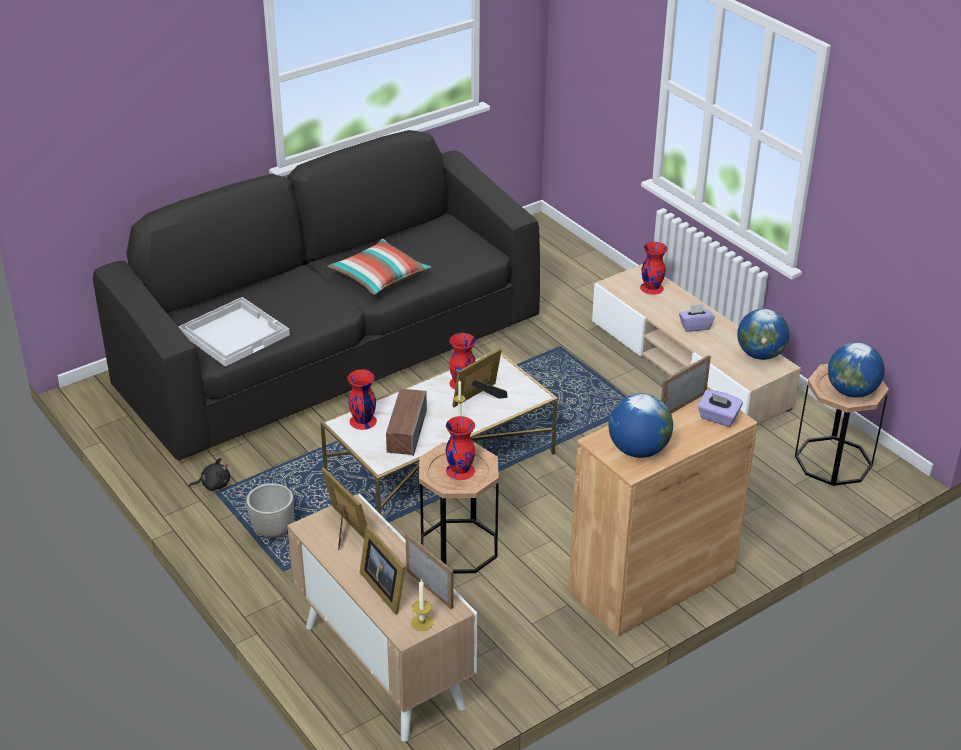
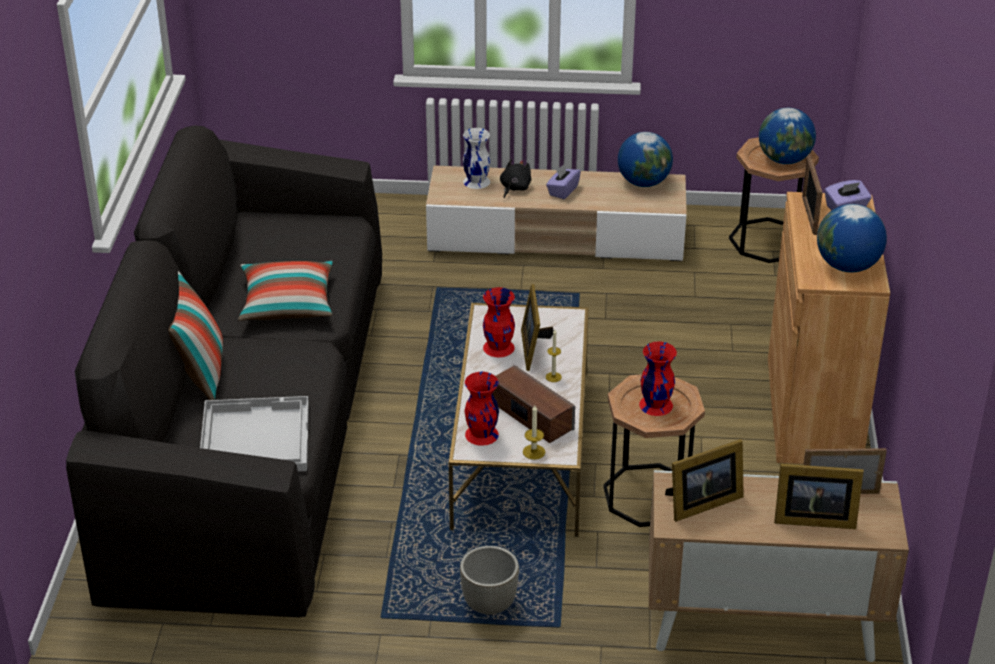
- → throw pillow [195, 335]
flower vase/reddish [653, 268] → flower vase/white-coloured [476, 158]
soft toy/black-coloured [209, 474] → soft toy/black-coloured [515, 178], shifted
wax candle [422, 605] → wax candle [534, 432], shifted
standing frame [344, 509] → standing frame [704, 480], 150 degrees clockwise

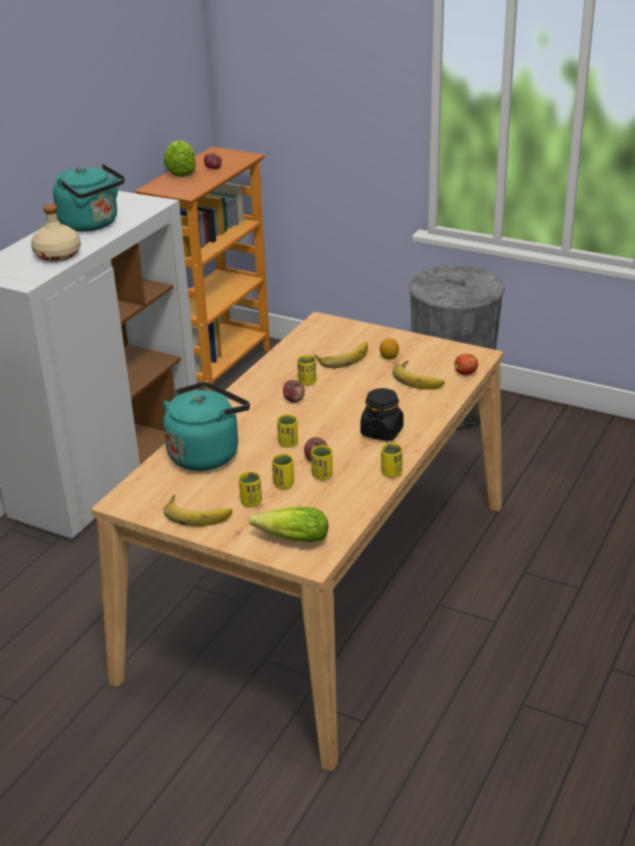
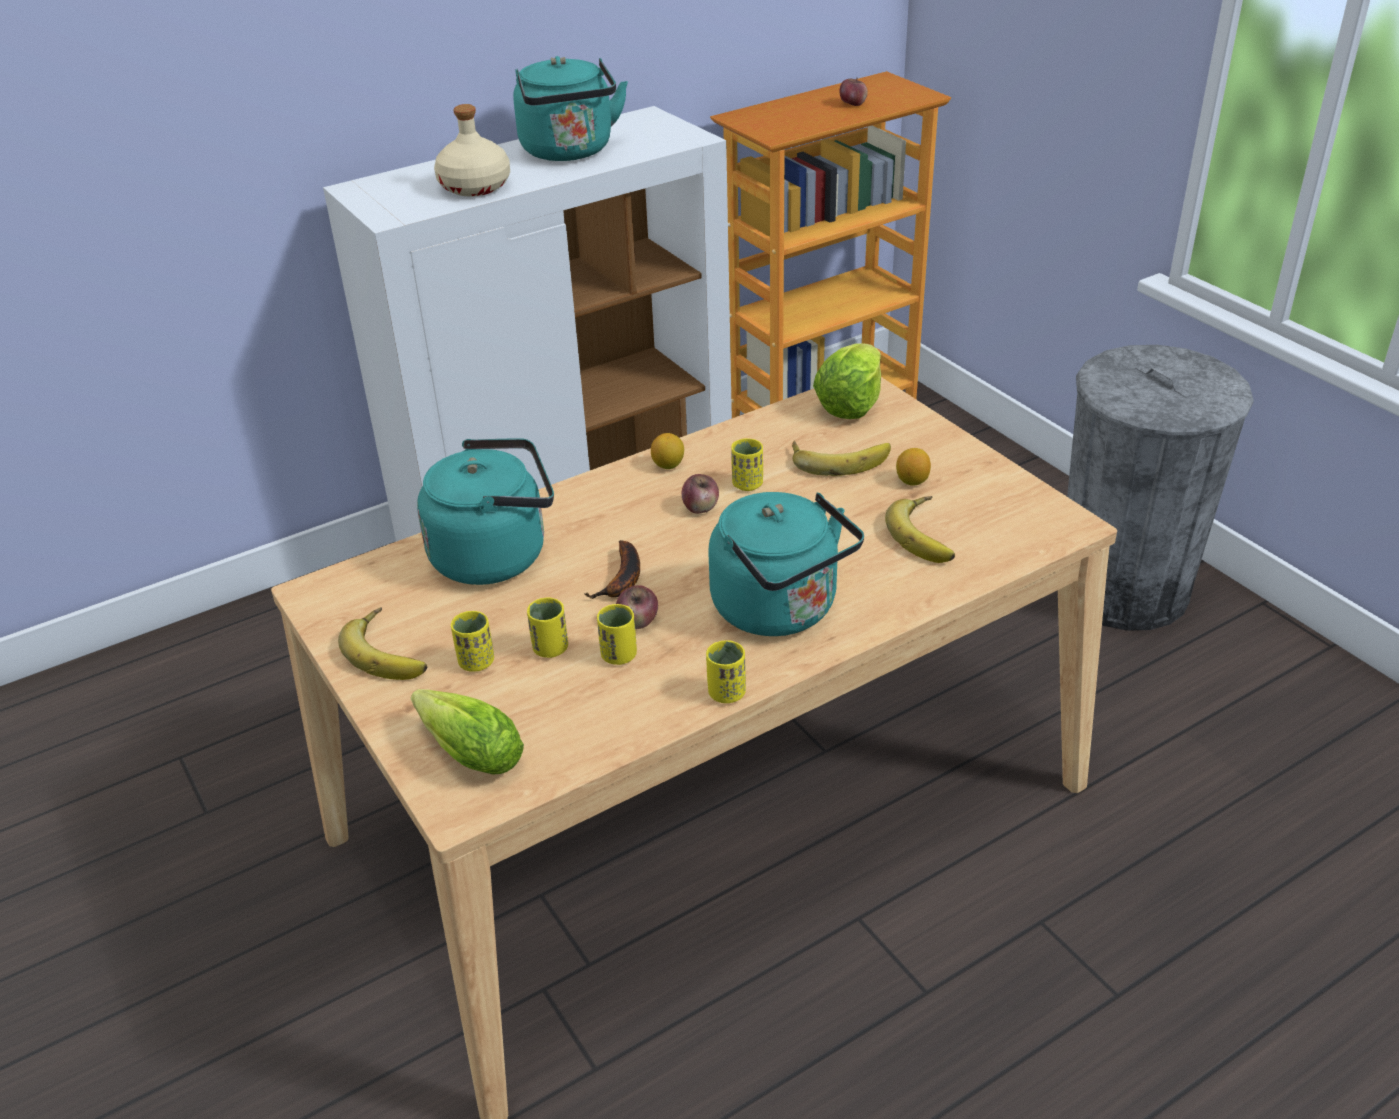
cup/yellow [287, 431] → banana fruit [612, 569]
- → citrus fruit [667, 451]
storage jar/black-coloured [382, 414] → water kettle/blue-green [786, 564]
head of lettuce [180, 158] → head of lettuce [847, 381], shifted
apple fruit [466, 364] → -

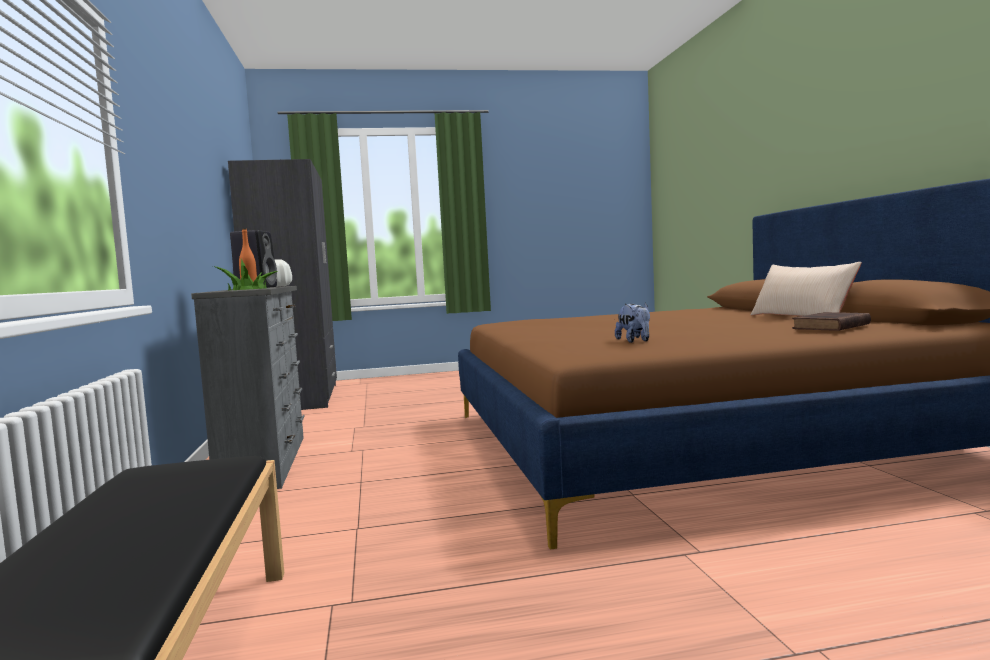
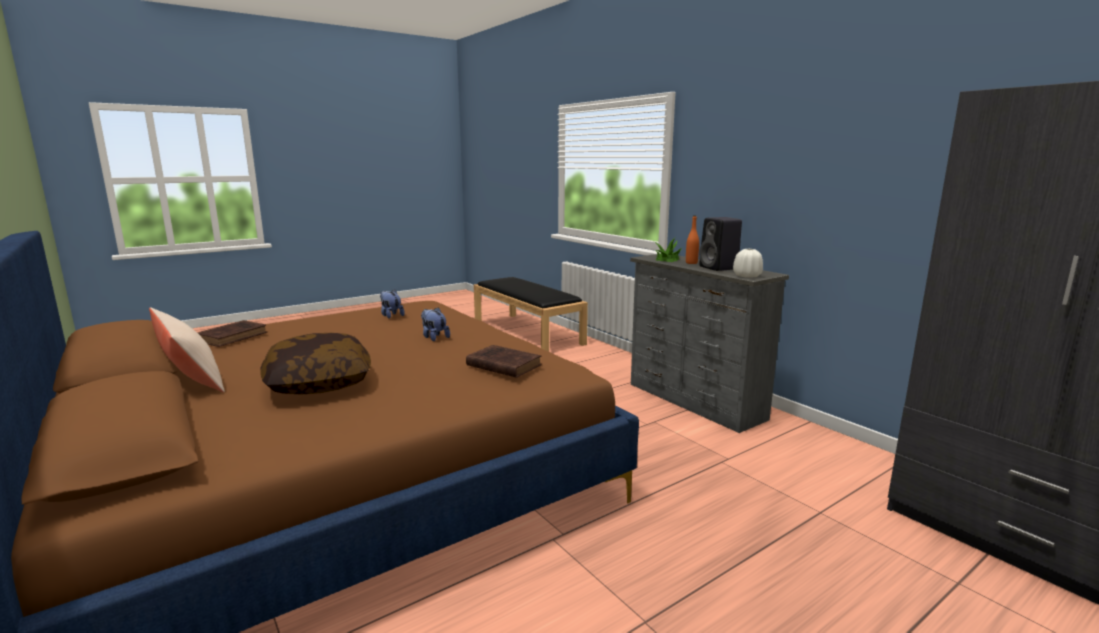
- → throw pillow [315, 364]
- → soft toy [435, 324]
- → bound book/brown-coloured [504, 361]

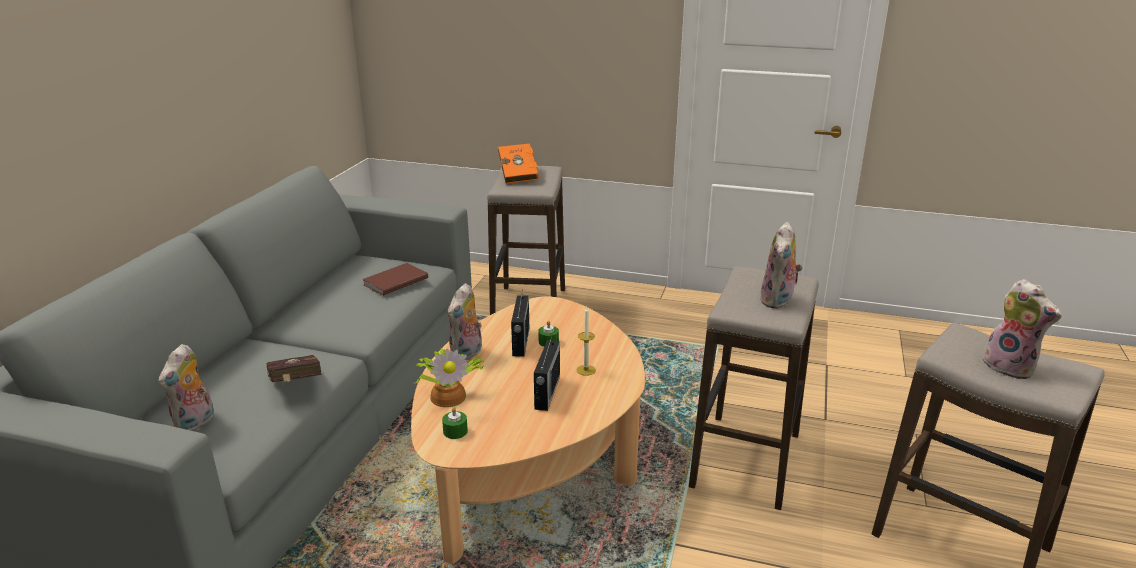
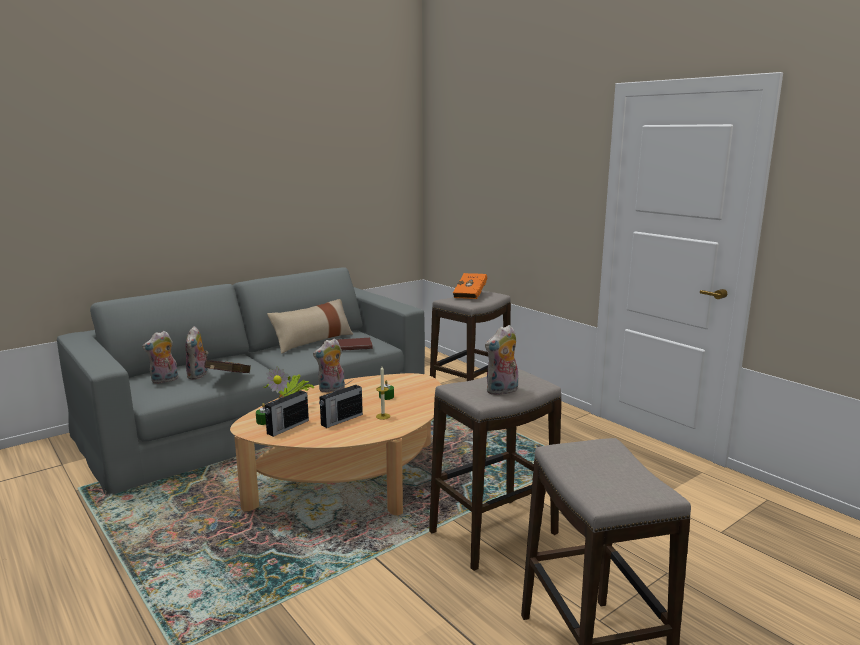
soft toy [1022, 329] → soft toy [196, 352], shifted
radio [520, 323] → radio [287, 411], shifted
- → throw pillow/beige-coloured [310, 326]

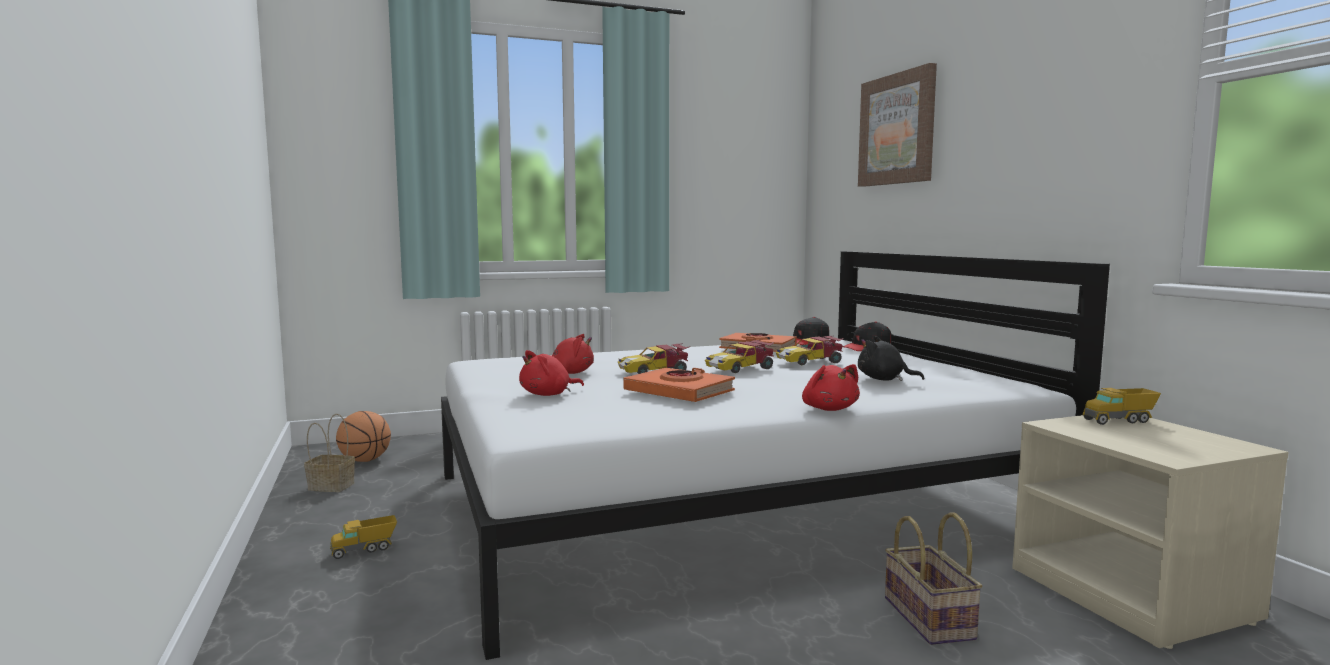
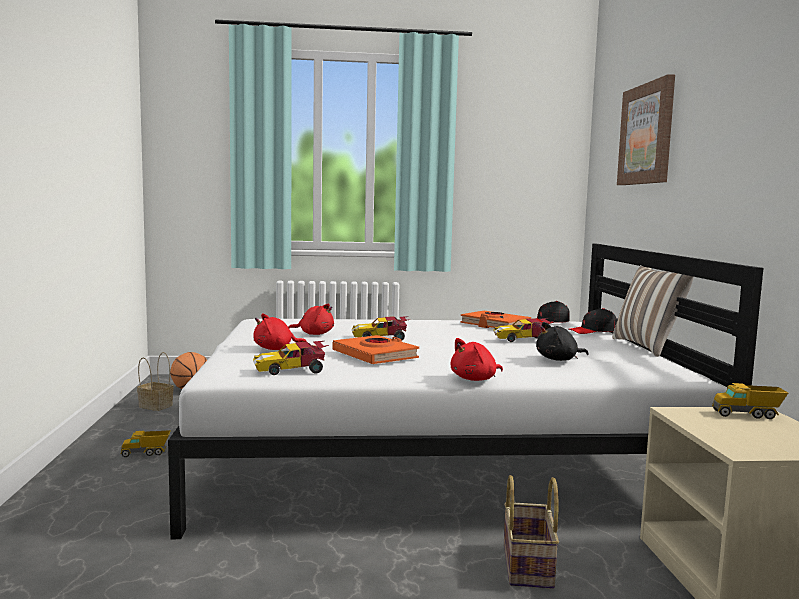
toy car [739, 356] → toy car [291, 358], shifted
soft toy/reddish [831, 387] → soft toy/reddish [476, 359], 60 degrees clockwise
soft toy/black-coloured [891, 358] → soft toy/black-coloured [562, 341], 60 degrees counterclockwise
- → throw pillow [652, 311]

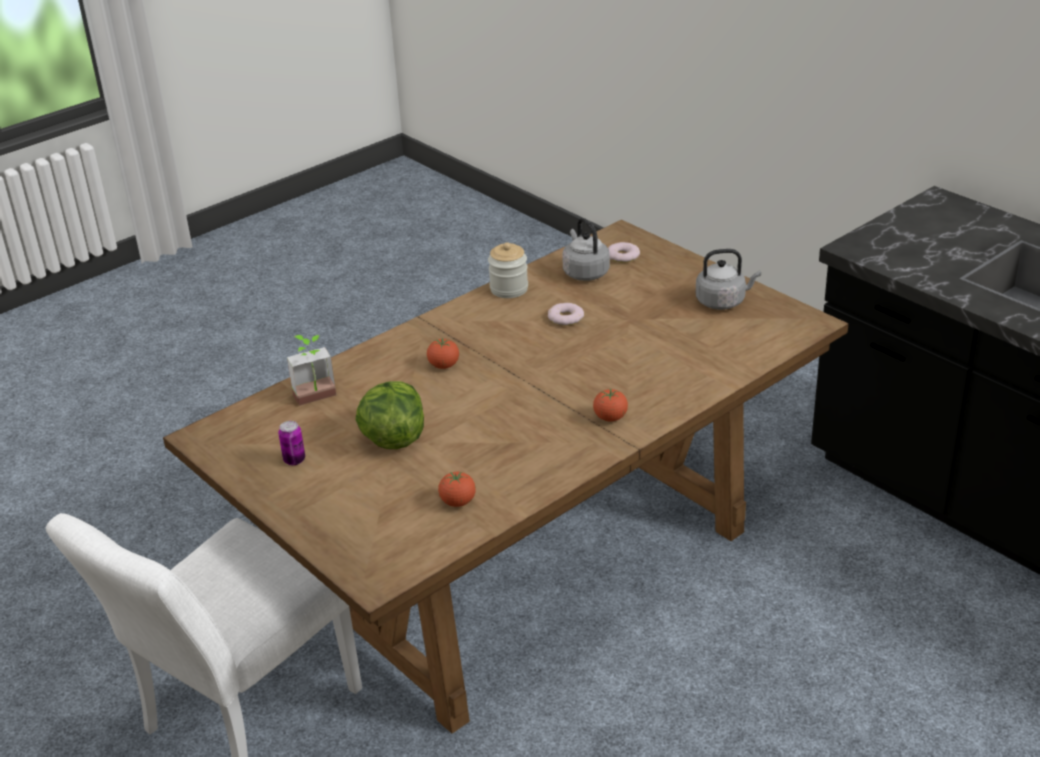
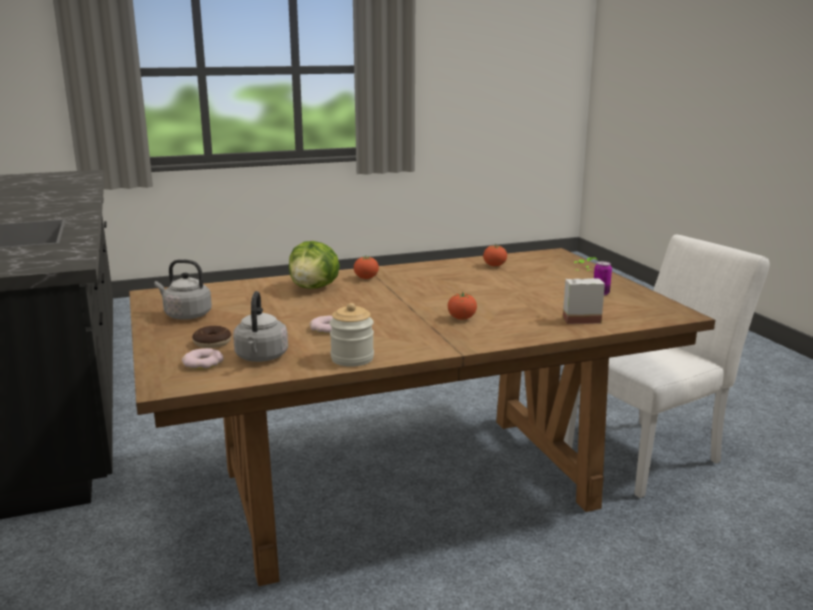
- → ring doughnut [211, 337]
head of lettuce [389, 415] → head of lettuce [314, 265], shifted

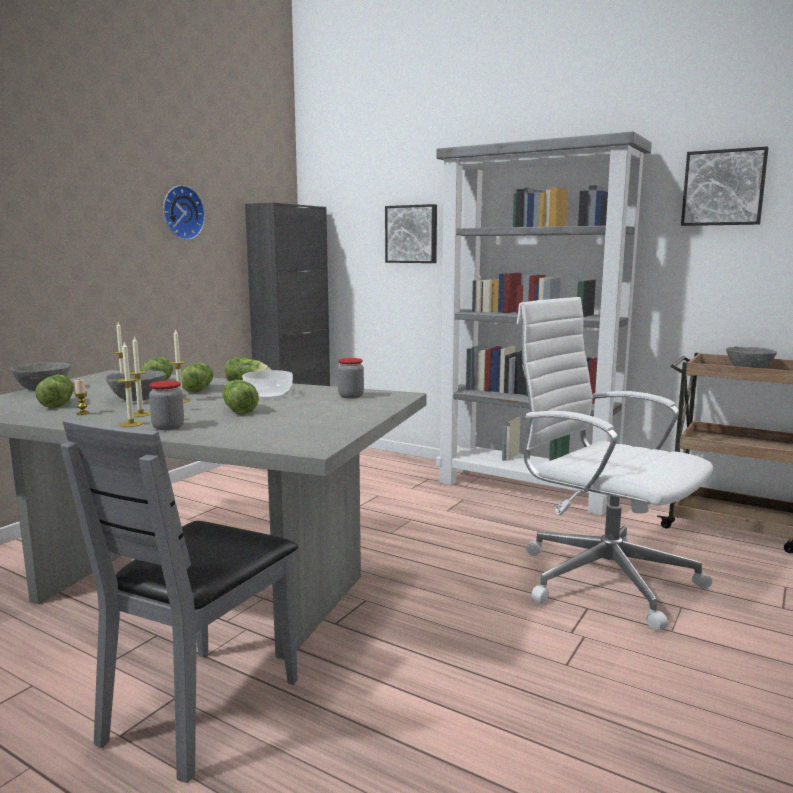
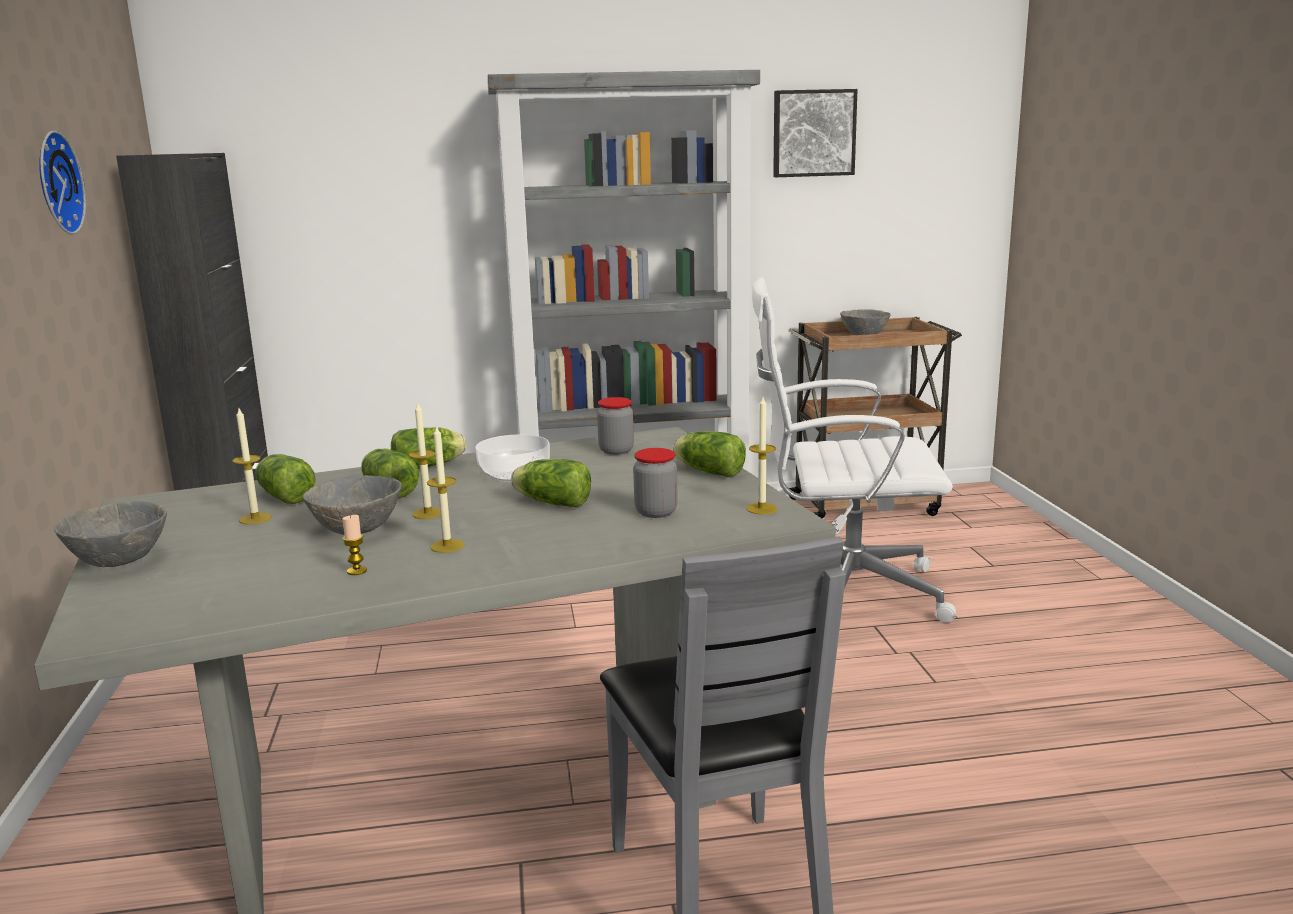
storage jar [166, 405] → storage jar [655, 483], shifted
head of lettuce [54, 391] → head of lettuce [709, 454], shifted
wax candle [130, 384] → wax candle [762, 455], shifted
wall picture [411, 233] → -

